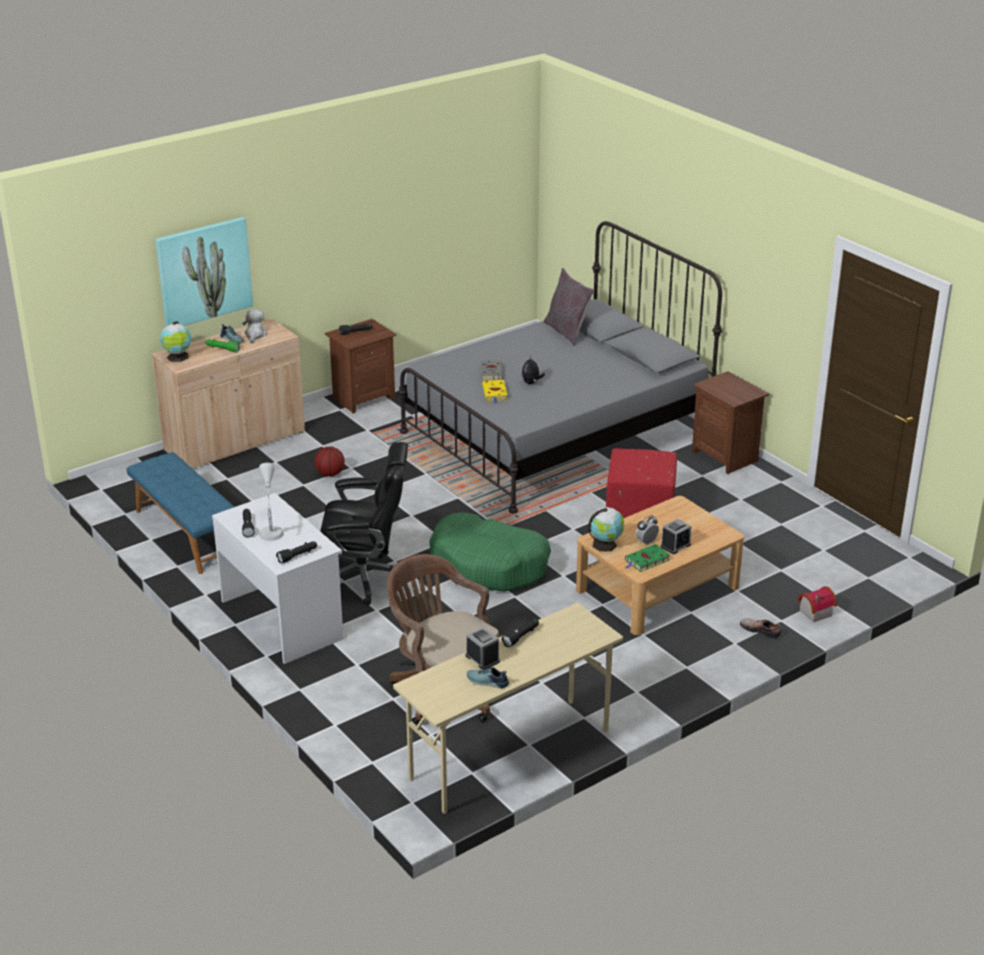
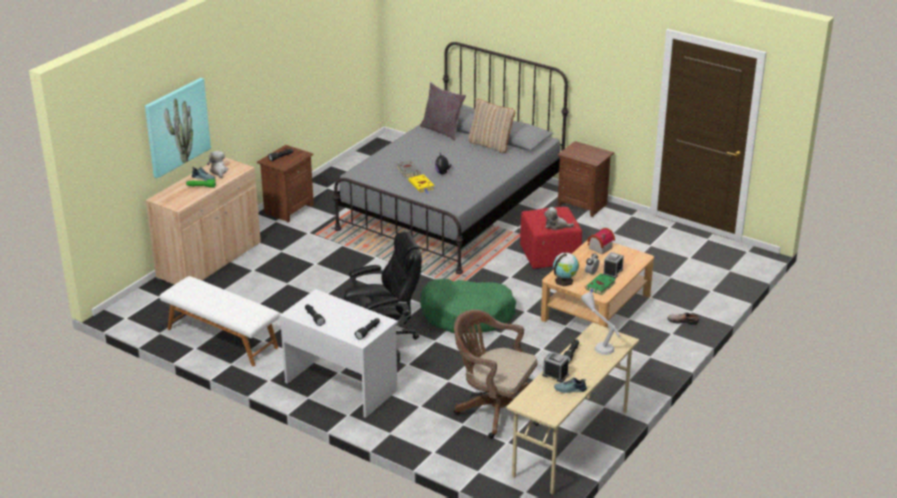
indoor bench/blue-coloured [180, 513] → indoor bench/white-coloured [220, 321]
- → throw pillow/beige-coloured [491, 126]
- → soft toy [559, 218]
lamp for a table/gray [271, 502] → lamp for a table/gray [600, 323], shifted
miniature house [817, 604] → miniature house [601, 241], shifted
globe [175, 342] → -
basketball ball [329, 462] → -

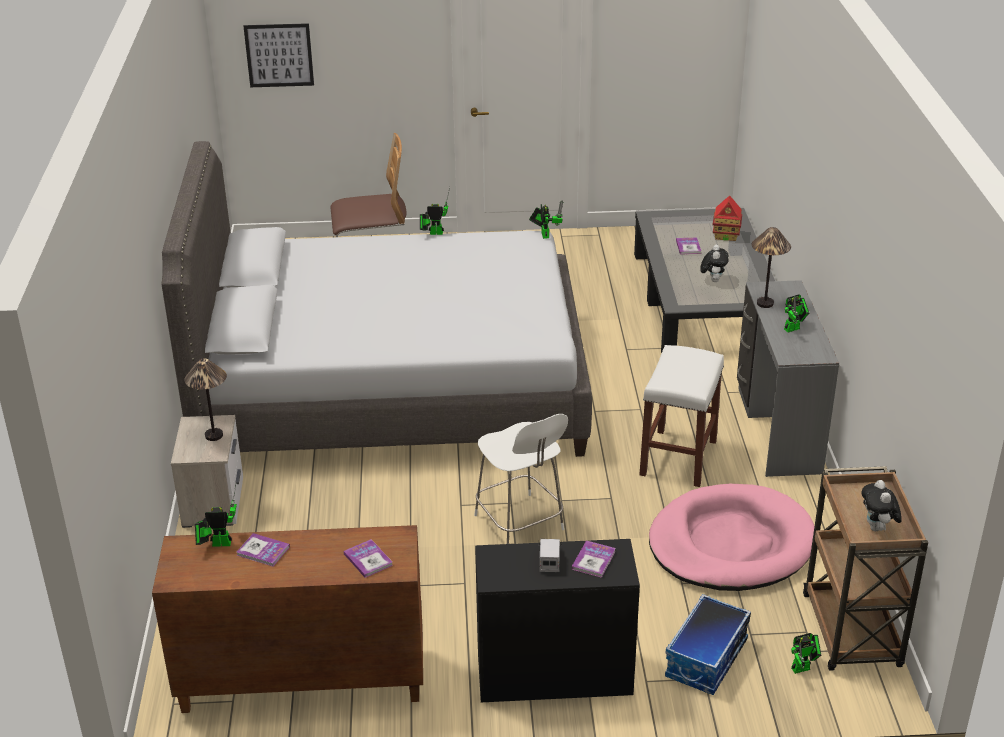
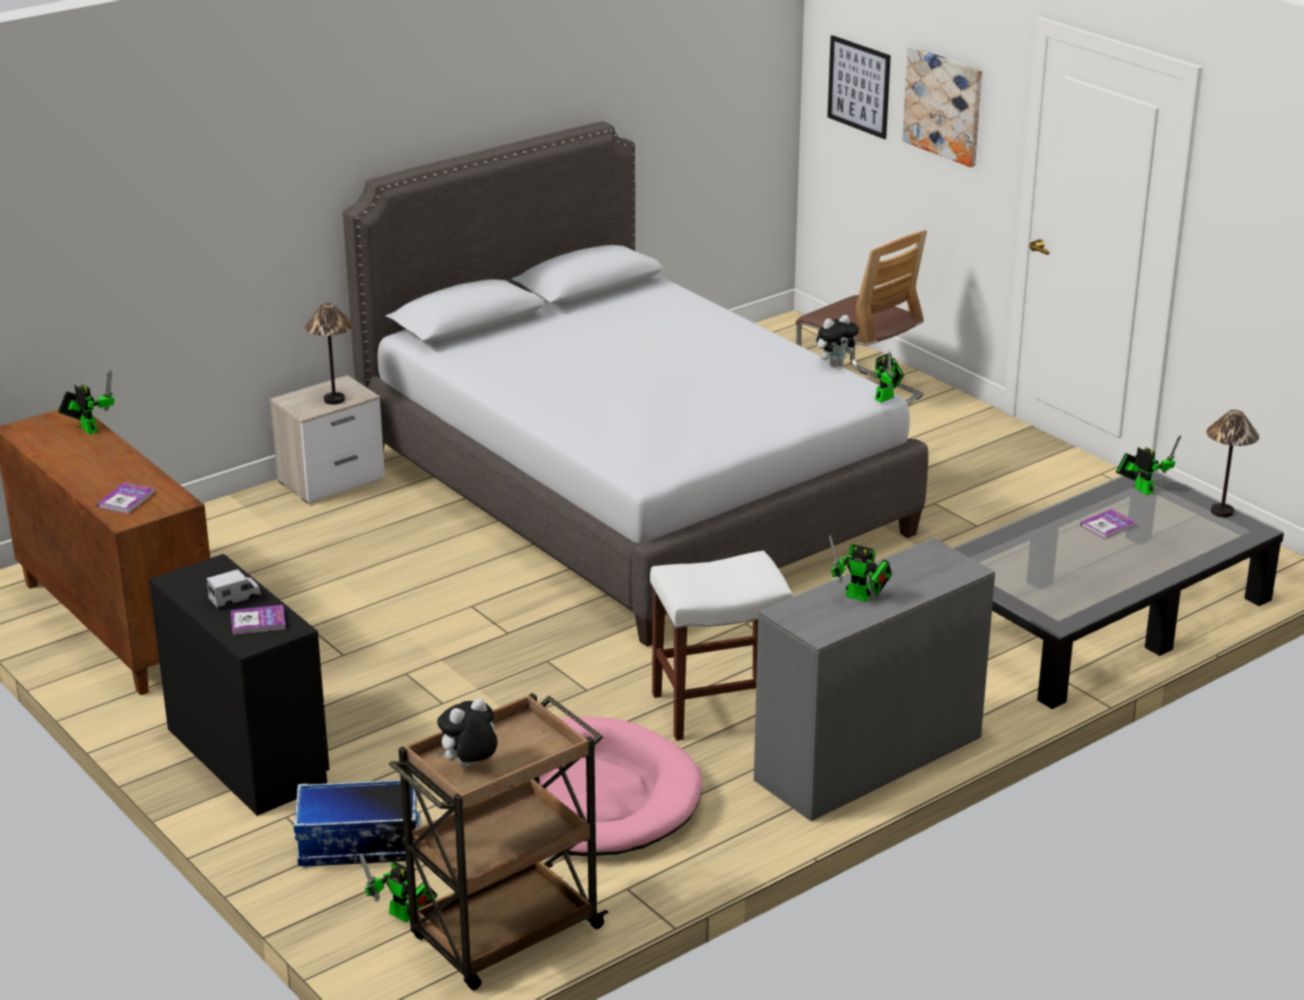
soft toy [714, 263] → soft toy [837, 341], shifted
- → wall picture [942, 107]
toy robot [435, 211] → toy robot [1148, 465], shifted
lamp for a table [771, 267] → lamp for a table [1232, 463], shifted
bound book [263, 550] → -
chair/white-coloured [521, 479] → -
miniature house [727, 218] → -

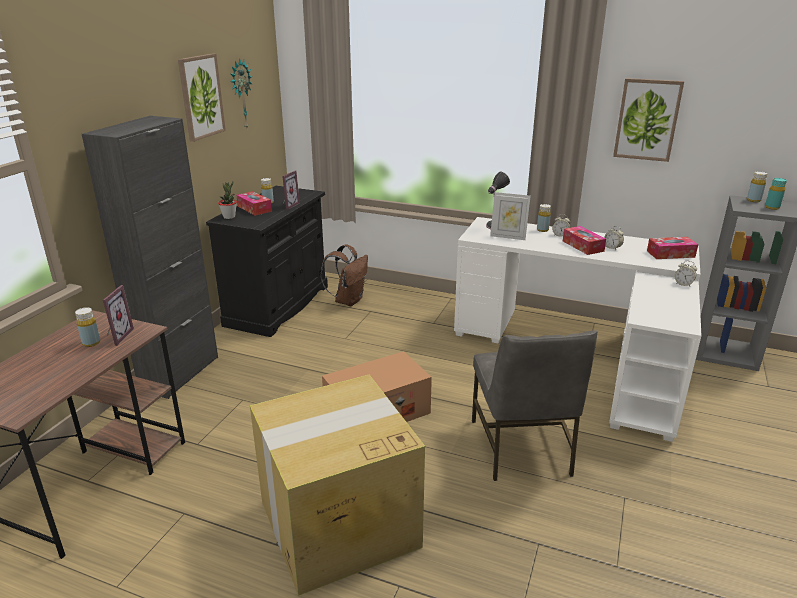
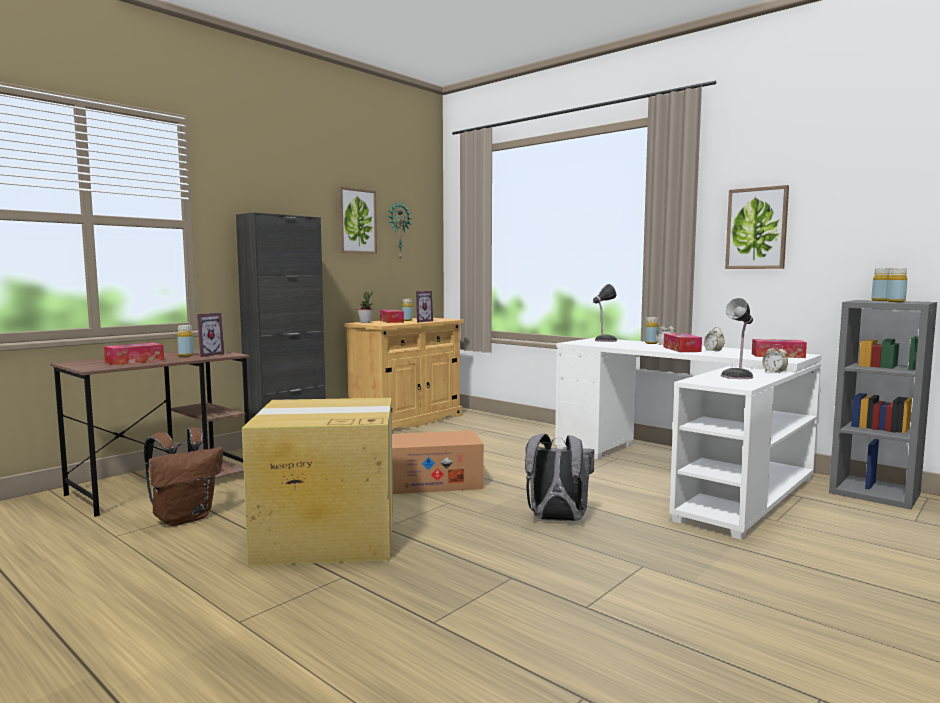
- → box of tissues [134, 354]
backpack/brown-coloured [344, 275] → backpack/brown-coloured [183, 476], shifted
cupboard/black-coloured [267, 261] → cupboard/beige-coloured [404, 374]
chair/gray [534, 405] → backpack/gray [559, 477]
- → lamp for a table [737, 338]
drink bottle/blue-green [776, 194] → drink bottle/yellow [897, 285]
standing frame [510, 216] → -

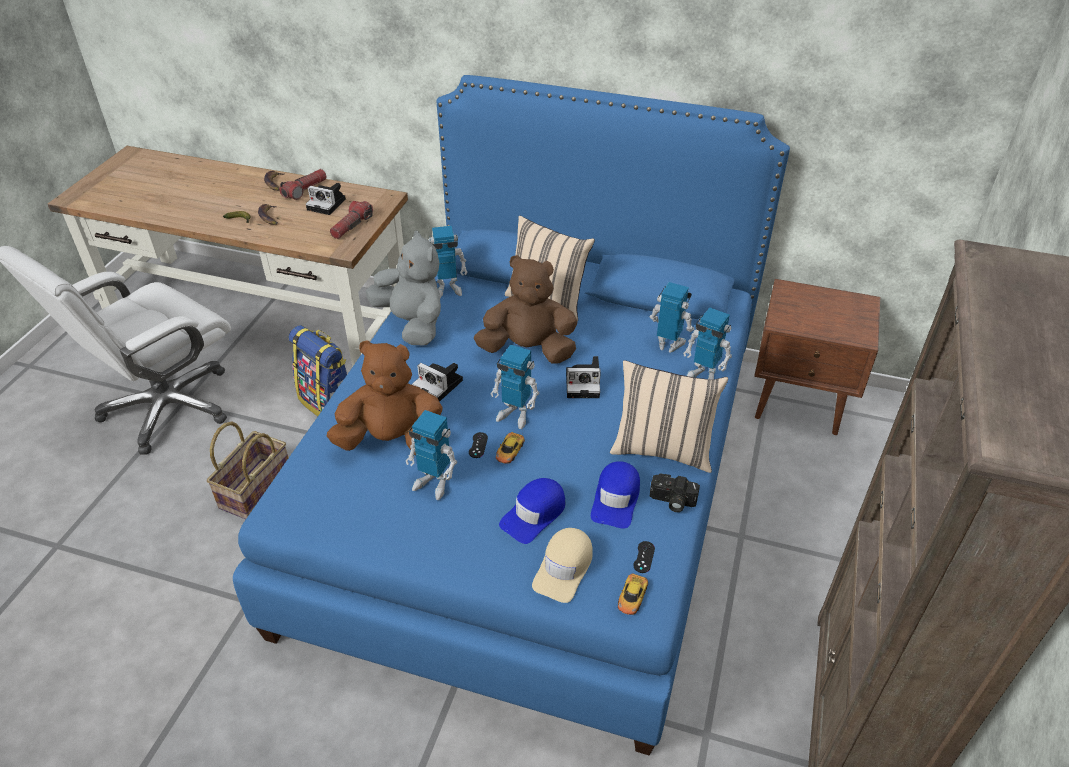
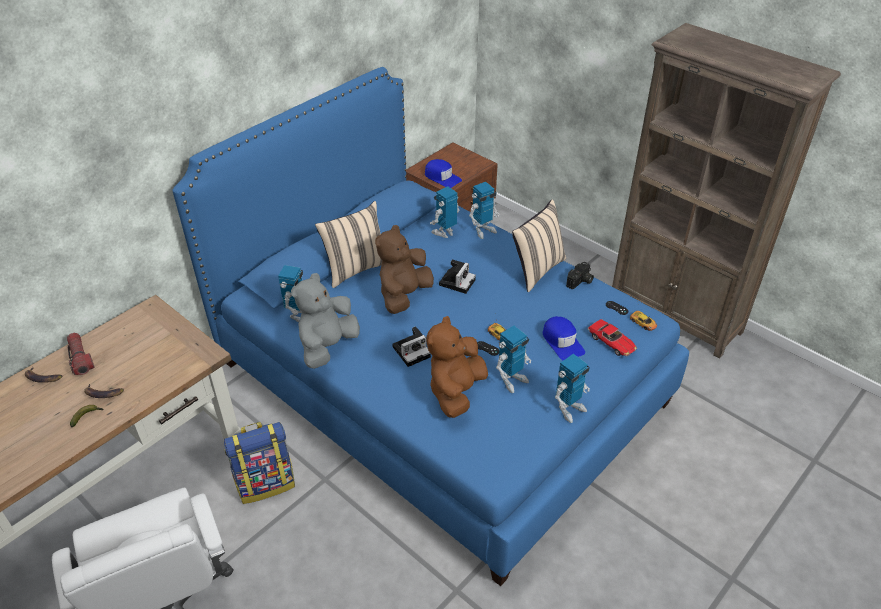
soft toy/gray [403, 288] → soft toy/gray [325, 321], 45 degrees counterclockwise
baseball cap/blue-coloured [615, 495] → baseball cap/blue-coloured [443, 173], shifted
toy robot [514, 386] → toy robot [572, 388], shifted
baseball cap/beige-coloured [562, 565] → toy car [612, 337]
storage basket [247, 470] → -
still camera [326, 199] → -
hand torch [351, 220] → -

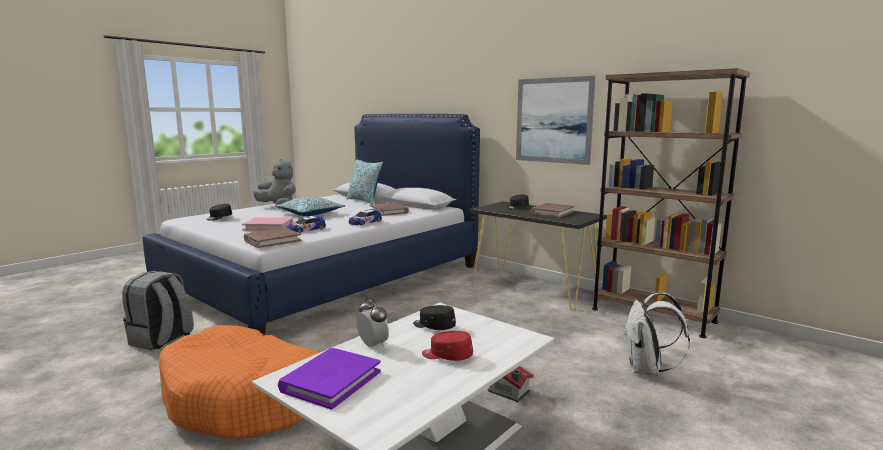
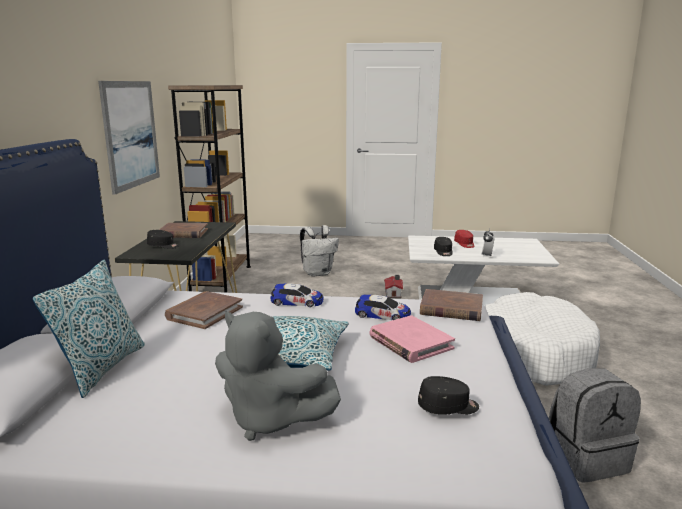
soft toy/gray [274, 184] → soft toy/gray [278, 376], 60 degrees counterclockwise
pet bed/orange [239, 382] → pet bed/white-coloured [542, 339]
bound book/purple-coloured [329, 379] → -

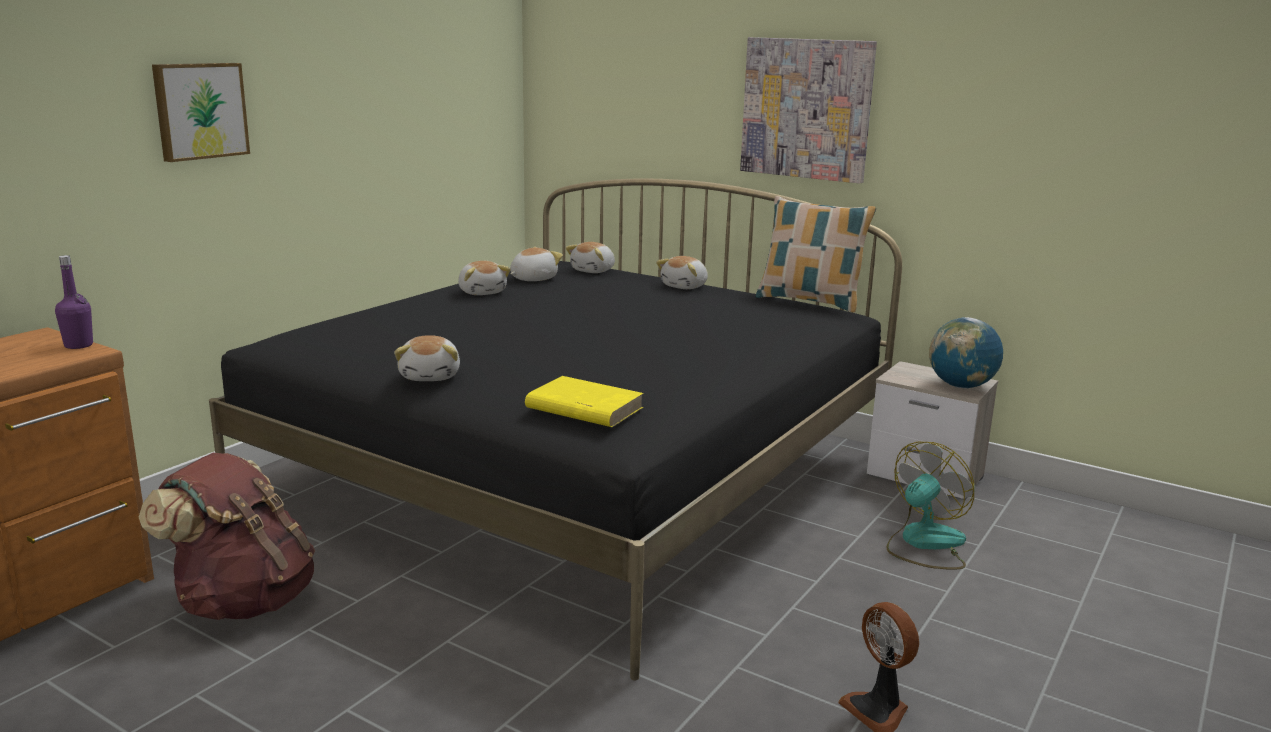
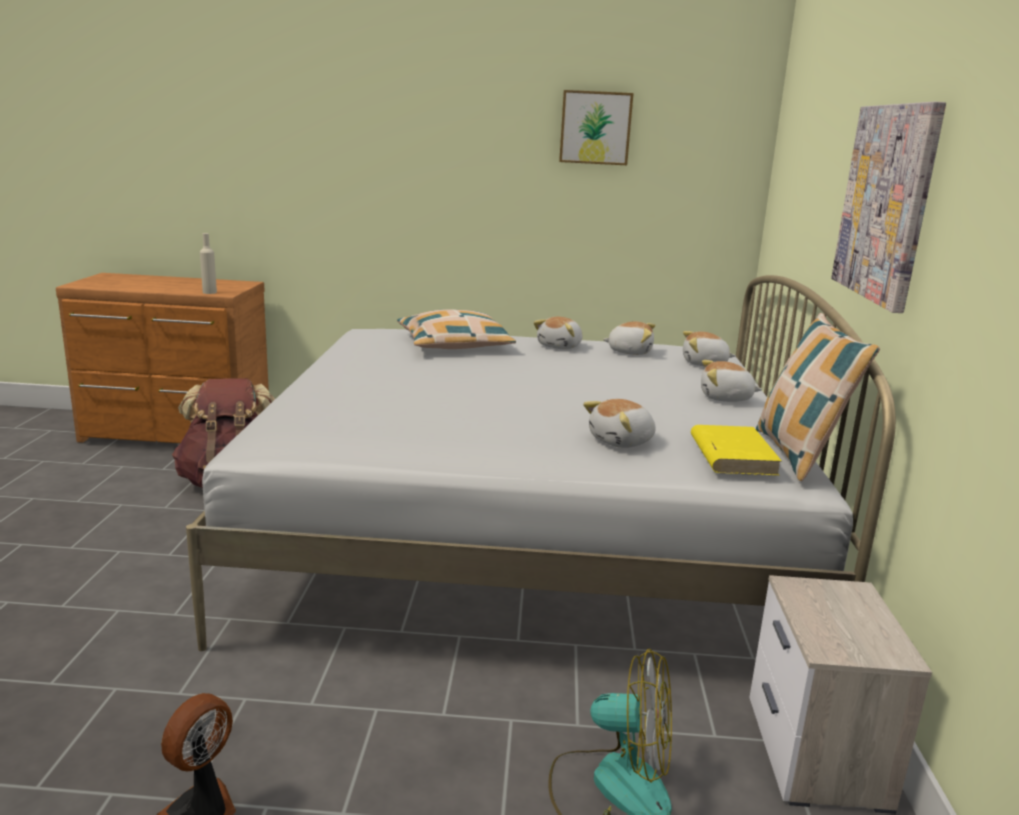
sleeping bed/black-coloured [555, 429] → sleeping bed/white-coloured [541, 463]
- → drink bottle/beige-coloured [208, 263]
- → throw pillow [456, 329]
wall picture [201, 112] → wall picture [596, 127], shifted
soft toy [427, 358] → soft toy [619, 423], shifted
bound book/yellow [584, 401] → bound book/yellow [736, 450], shifted
drink bottle/purple-coloured [74, 302] → -
globe [966, 352] → -

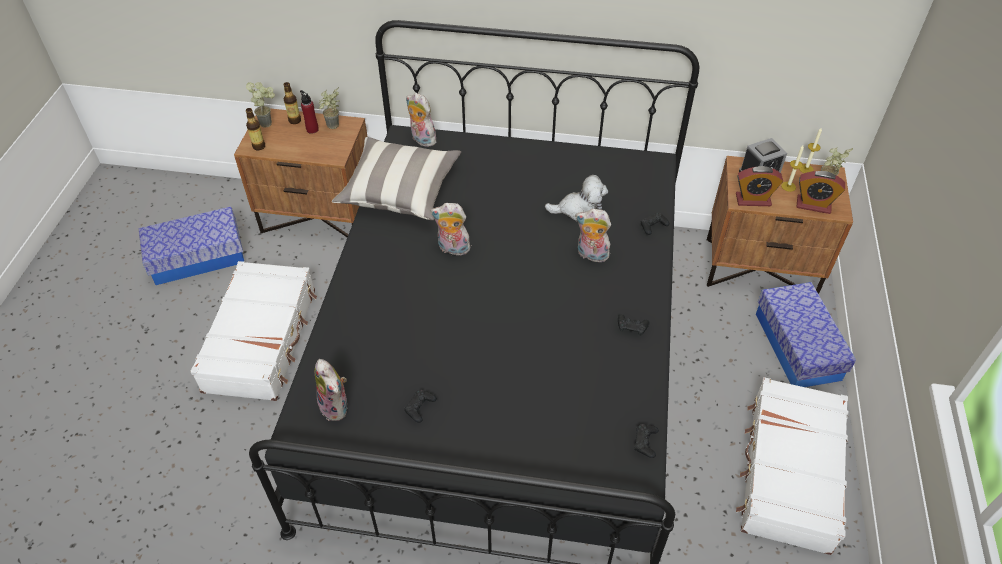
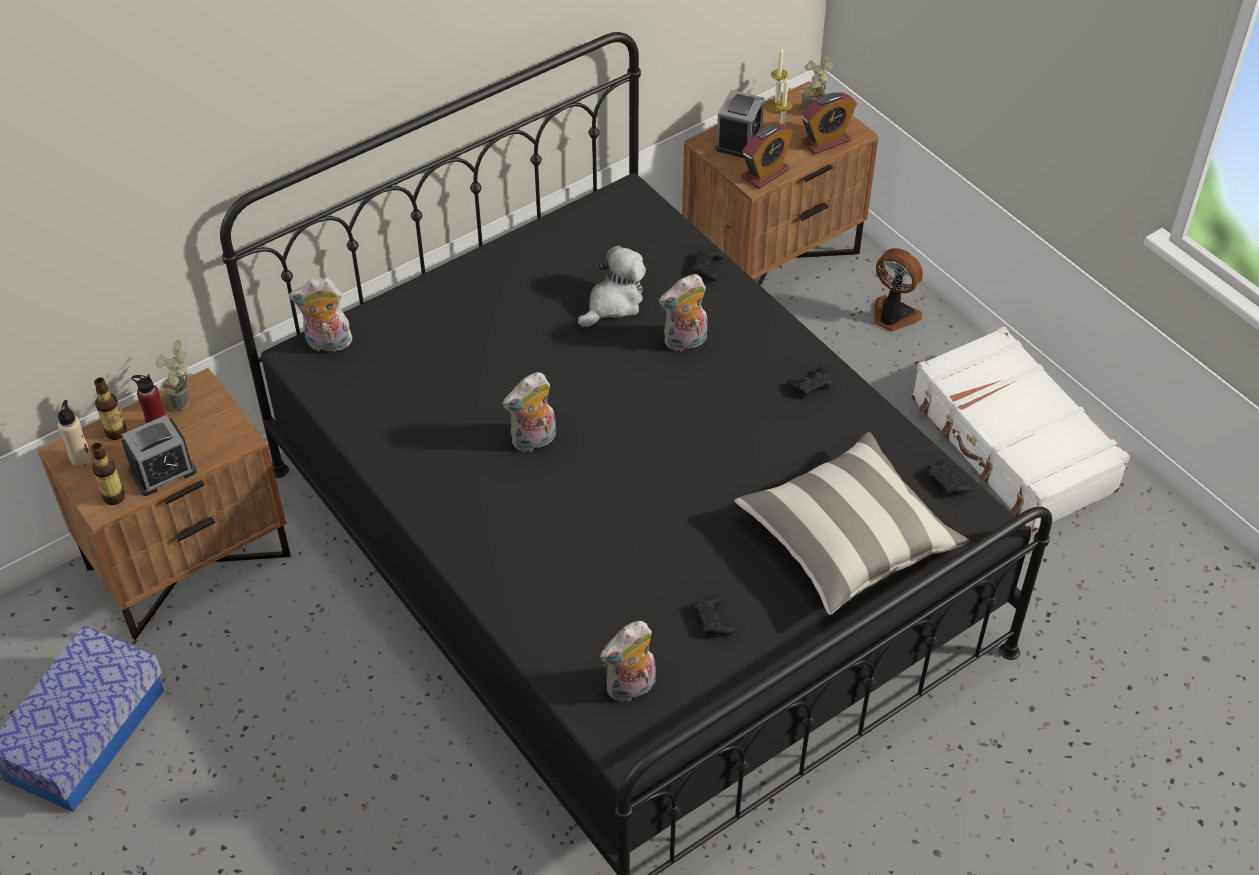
plant in a pot [260, 105] → drink bottle/beige-coloured [75, 433]
- → bedside clock [159, 455]
soft toy [331, 390] → soft toy [628, 662], 135 degrees clockwise
throw pillow [396, 178] → throw pillow [852, 523], shifted
storage container [806, 334] → electric fan [898, 290]
travel case/white-coloured [253, 331] → -

